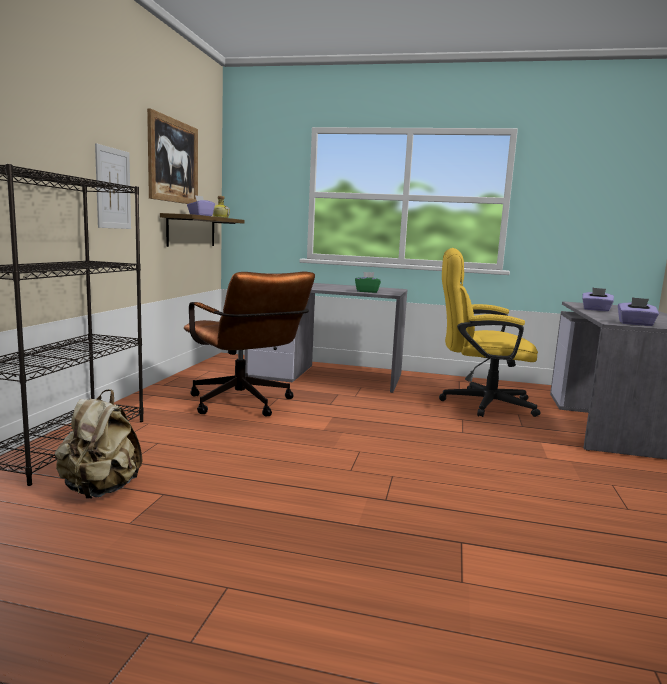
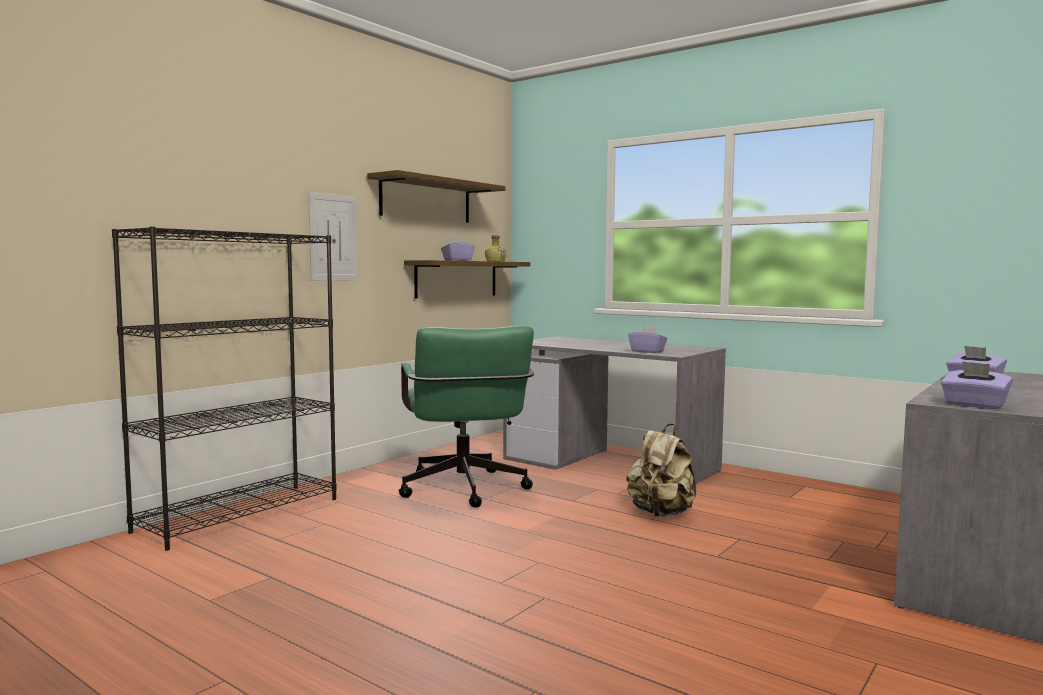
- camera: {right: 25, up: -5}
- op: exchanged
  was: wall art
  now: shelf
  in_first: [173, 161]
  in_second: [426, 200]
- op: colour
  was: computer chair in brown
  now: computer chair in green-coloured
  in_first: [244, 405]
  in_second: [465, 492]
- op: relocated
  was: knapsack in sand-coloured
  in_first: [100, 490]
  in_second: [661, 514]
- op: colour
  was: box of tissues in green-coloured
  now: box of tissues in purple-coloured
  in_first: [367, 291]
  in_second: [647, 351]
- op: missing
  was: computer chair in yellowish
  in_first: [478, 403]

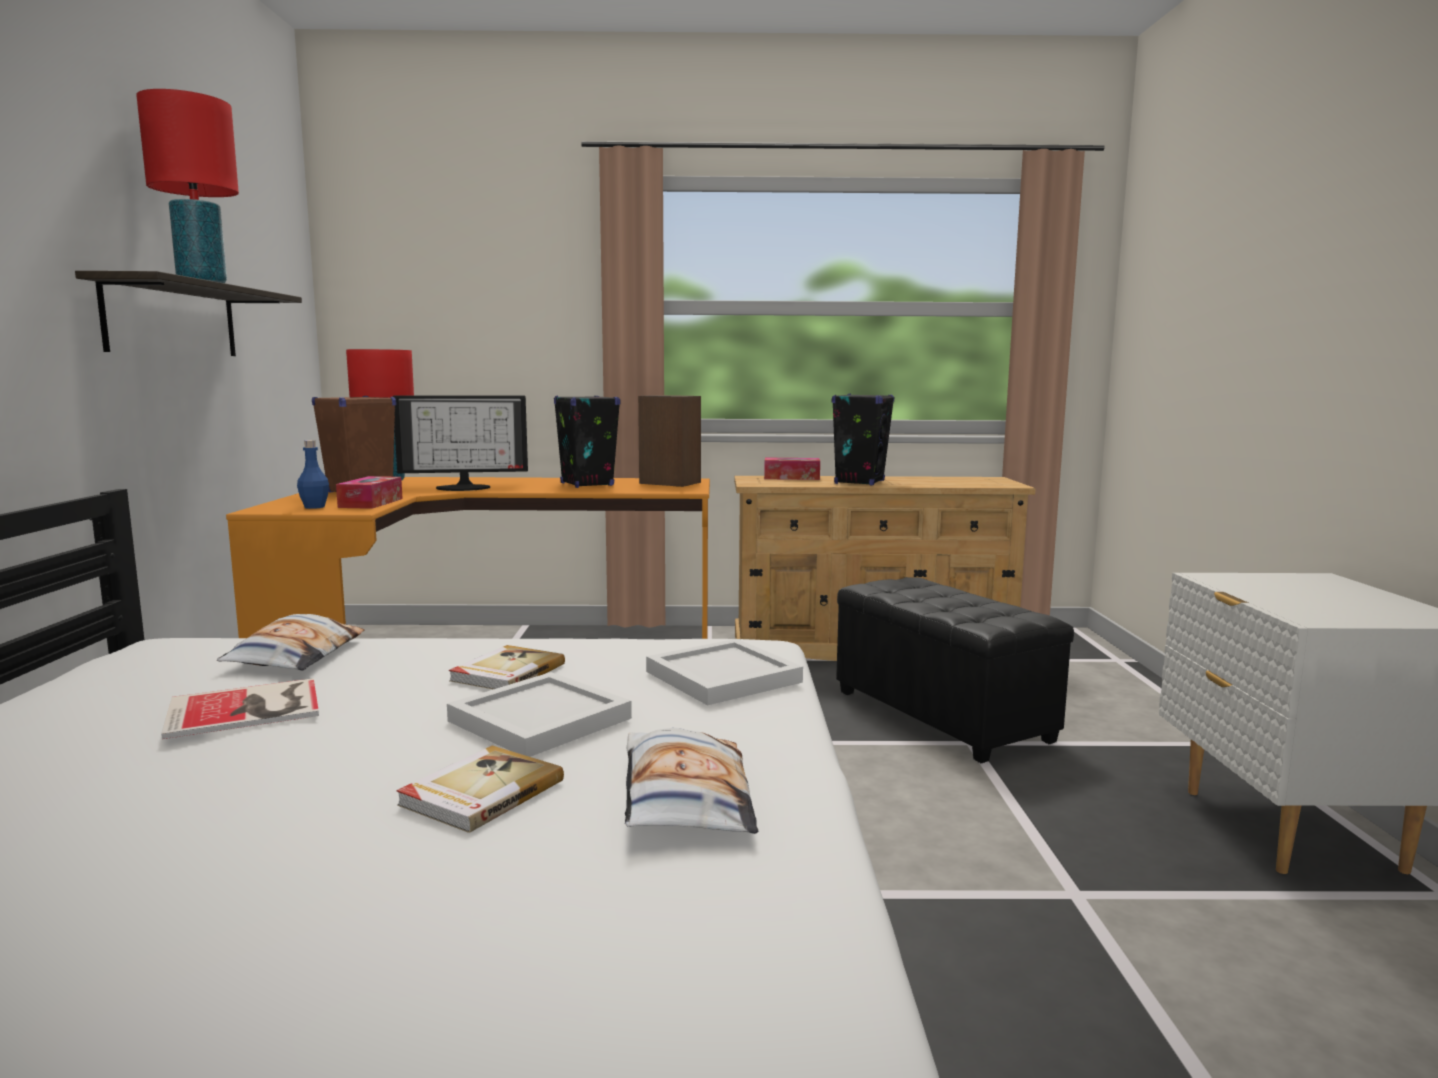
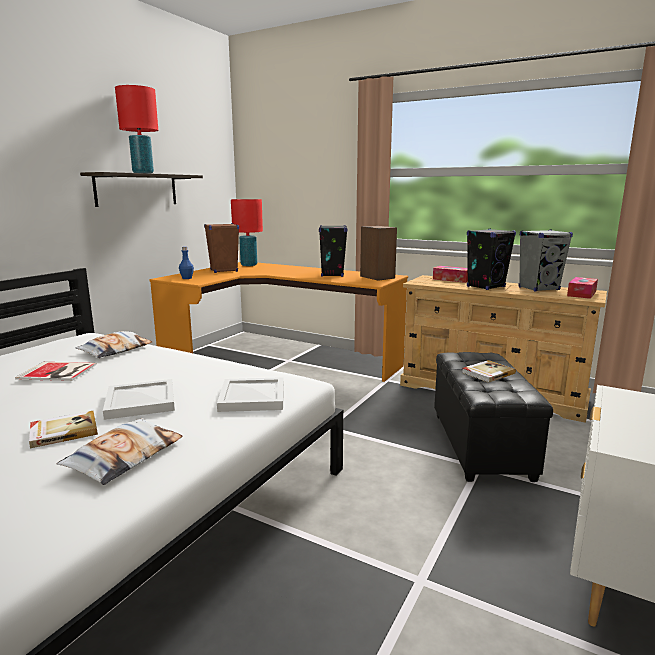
- camera: {right: 30, up: 5}
- op: relocated
  was: bound book
  in_first: [506, 672]
  in_second: [487, 373]
- op: appeared
  now: audio speaker in grey
  in_second: [539, 288]
- op: relocated
  was: box of tissues
  in_first: [371, 503]
  in_second: [581, 294]
- op: missing
  was: computer display
  in_first: [464, 487]

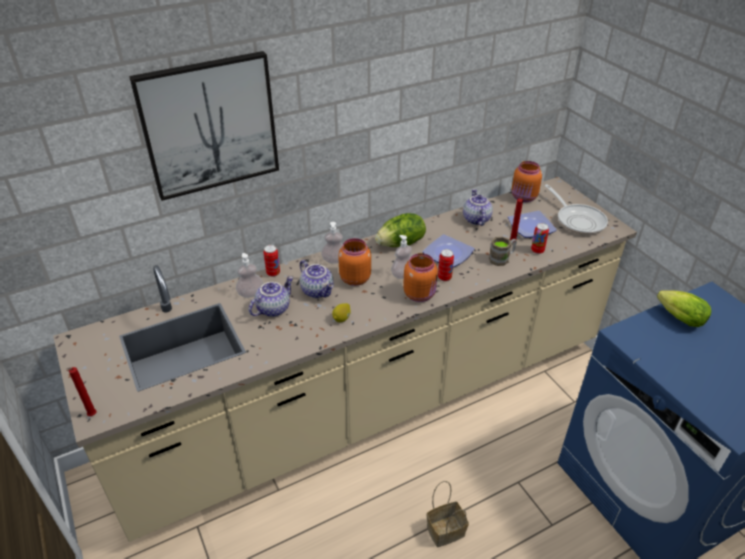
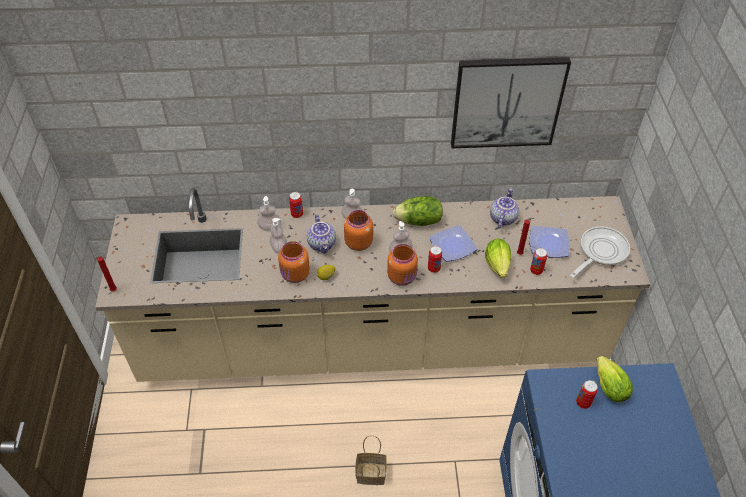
- camera: {right: 25, up: 10}
- op: exchanged
  was: teapot
  now: liquid soap bottle
  in_first: [273, 308]
  in_second: [279, 248]
- op: relocated
  was: storage jar in orange
  in_first: [524, 198]
  in_second: [295, 275]
- op: relocated
  was: wall art
  in_first: [209, 125]
  in_second: [507, 102]
- op: exchanged
  was: coffee mug in brown
  now: head of lettuce
  in_first: [502, 258]
  in_second: [498, 267]
- op: spun
  was: frying pan
  in_first: [578, 220]
  in_second: [600, 252]
  clockwise: -135
- op: appeared
  now: can
  in_second: [583, 402]

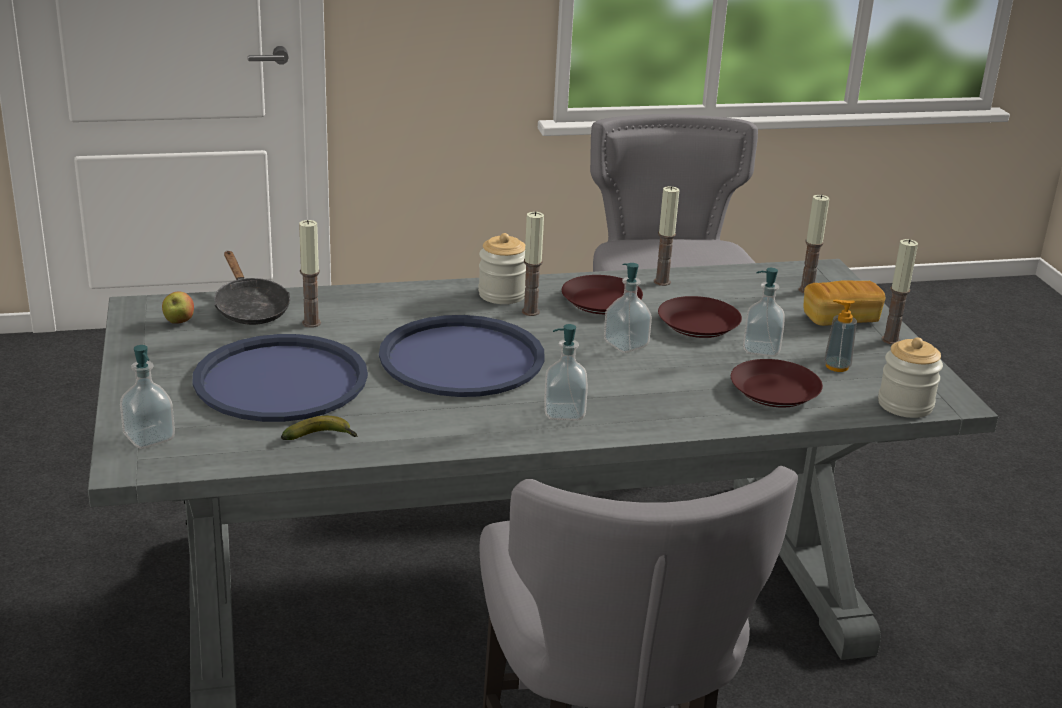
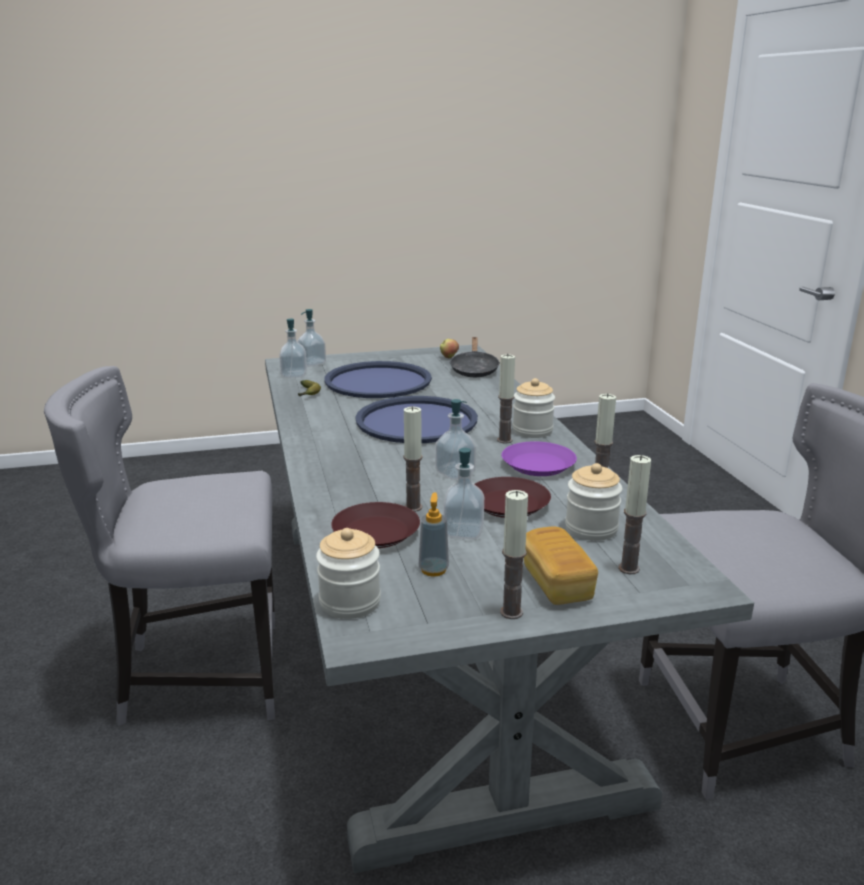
- camera: {right: 90, up: -5}
- op: relocated
  was: liquid soap bottle
  in_first: [564, 412]
  in_second: [294, 375]
- op: relocated
  was: wax candle
  in_first: [311, 323]
  in_second: [413, 507]
- op: spun
  was: frying pan in black
  in_first: [250, 308]
  in_second: [474, 369]
  clockwise: -60
- op: colour
  was: dinner plate in brown
  now: dinner plate in purple-coloured
  in_first: [600, 301]
  in_second: [538, 464]
- op: appeared
  now: storage jar
  in_second: [591, 529]

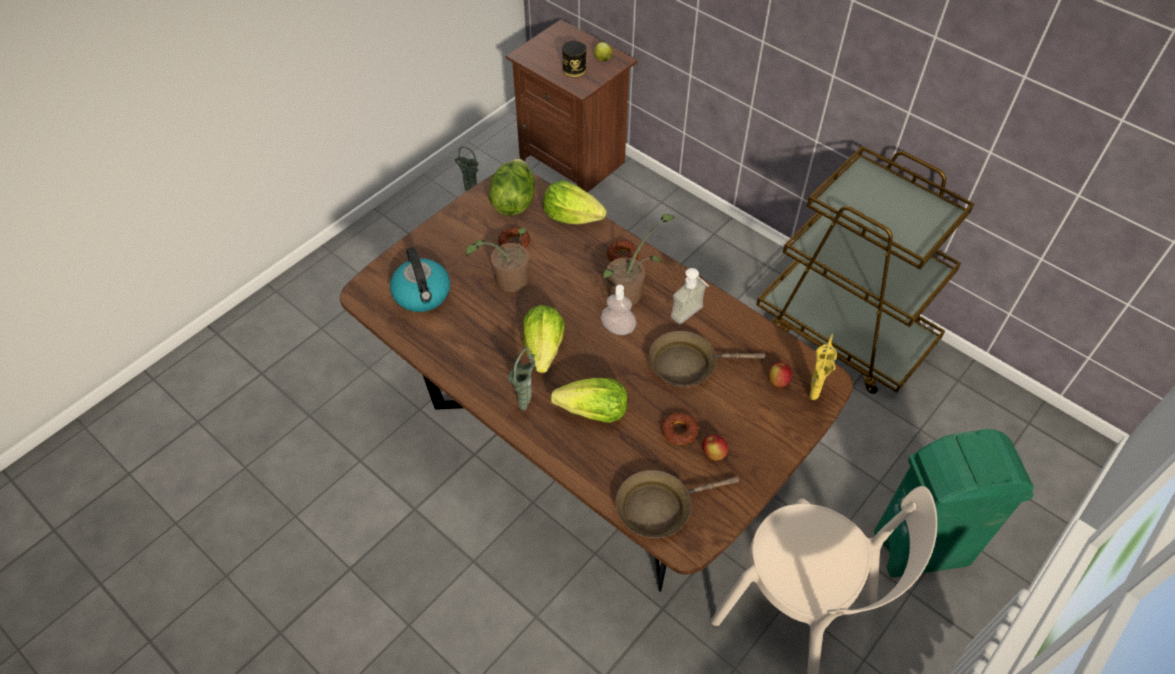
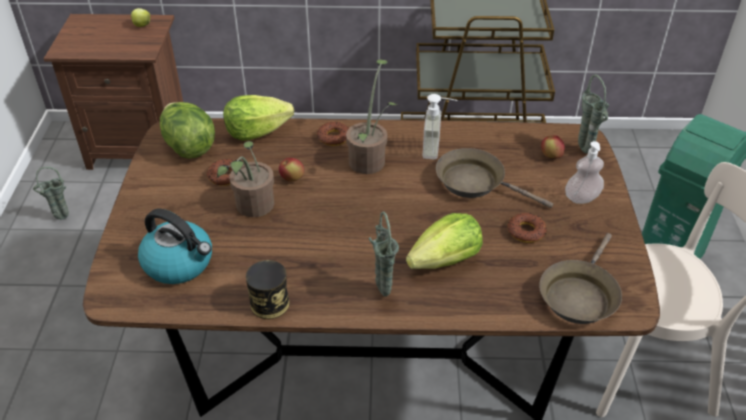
- camera: {right: -40, up: -10}
- op: relocated
  was: can
  in_first: [574, 70]
  in_second: [269, 303]
- op: relocated
  was: whole apple
  in_first: [713, 454]
  in_second: [292, 179]
- op: spun
  was: frying pan in brown
  in_first: [688, 364]
  in_second: [475, 183]
  clockwise: 75
- op: relocated
  was: liquid soap bottle
  in_first: [618, 328]
  in_second: [581, 198]
- op: colour
  was: flower vase in yellowish
  now: flower vase in green-coloured
  in_first: [812, 397]
  in_second: [585, 152]
- op: missing
  was: head of lettuce
  in_first: [544, 349]

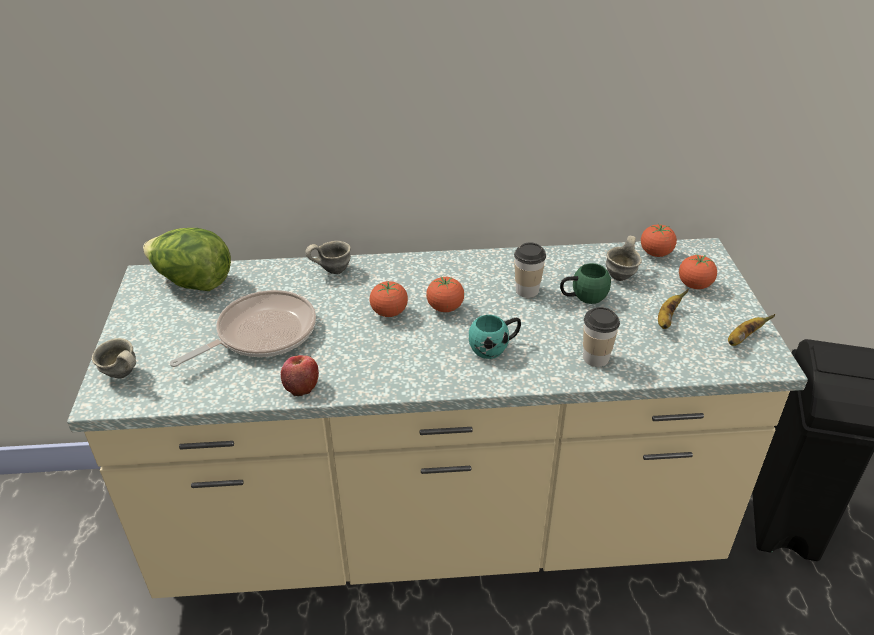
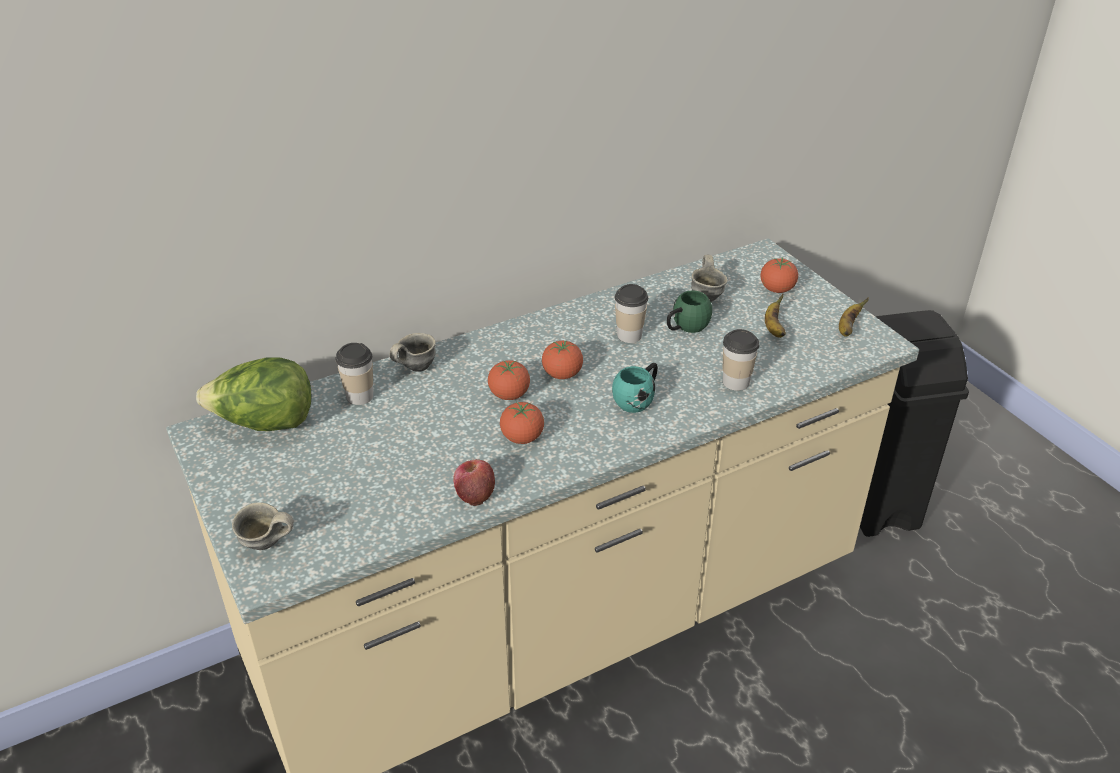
- camera: {right: -25, up: 0}
- op: appeared
  now: small cup
  in_second: [359, 396]
- op: relocated
  was: fresh tomato
  in_first: [655, 253]
  in_second: [522, 438]
- op: missing
  was: frying pan
  in_first: [261, 334]

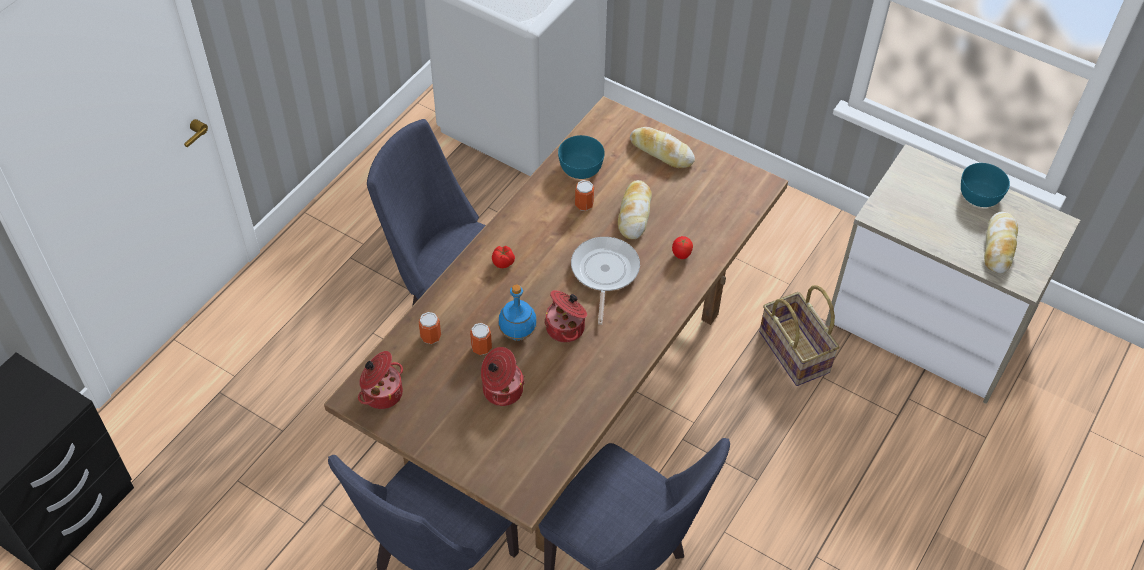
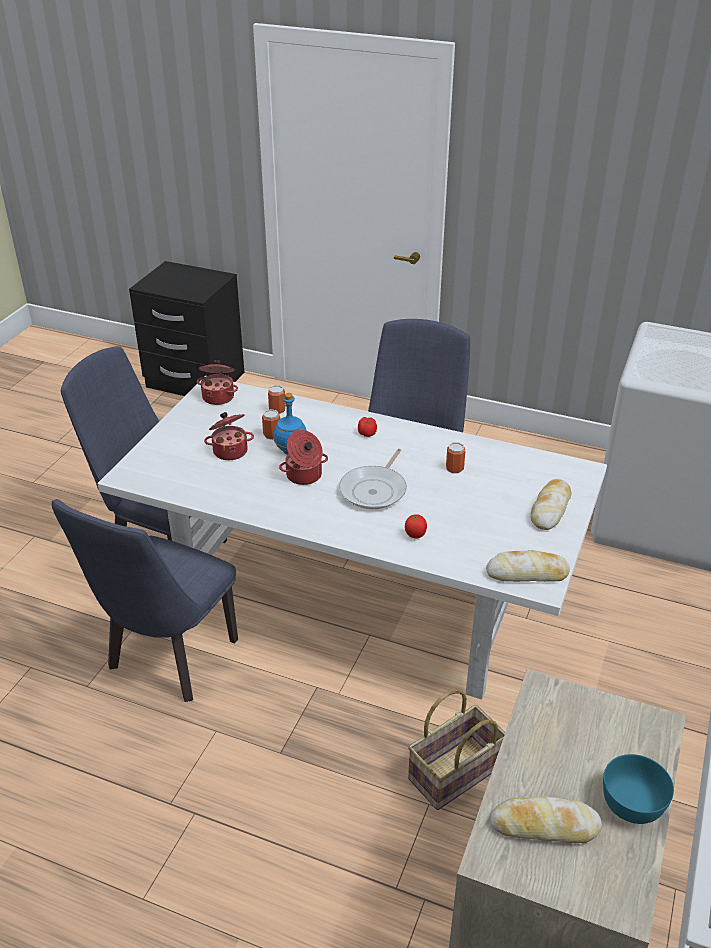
- camera: {right: 80, up: -15}
- op: colour
  was: dining table in brown
  now: dining table in white
  in_first: [570, 385]
  in_second: [357, 599]
- op: spun
  was: frying pan
  in_first: [604, 273]
  in_second: [375, 490]
  clockwise: 120
- op: relocated
  was: bread
  in_first: [634, 213]
  in_second: [527, 573]
- op: missing
  was: deep dish in turquoise
  in_first: [580, 167]

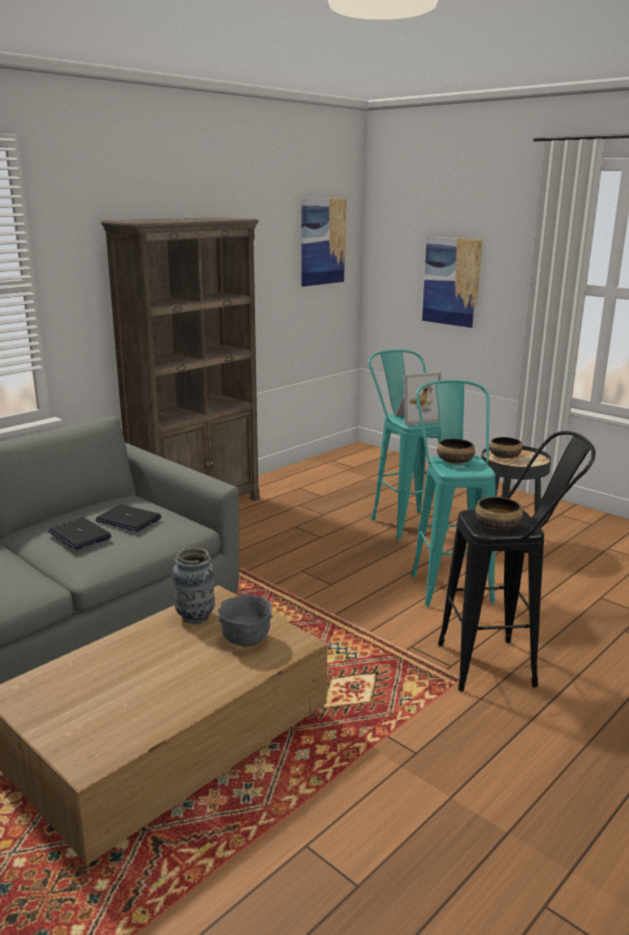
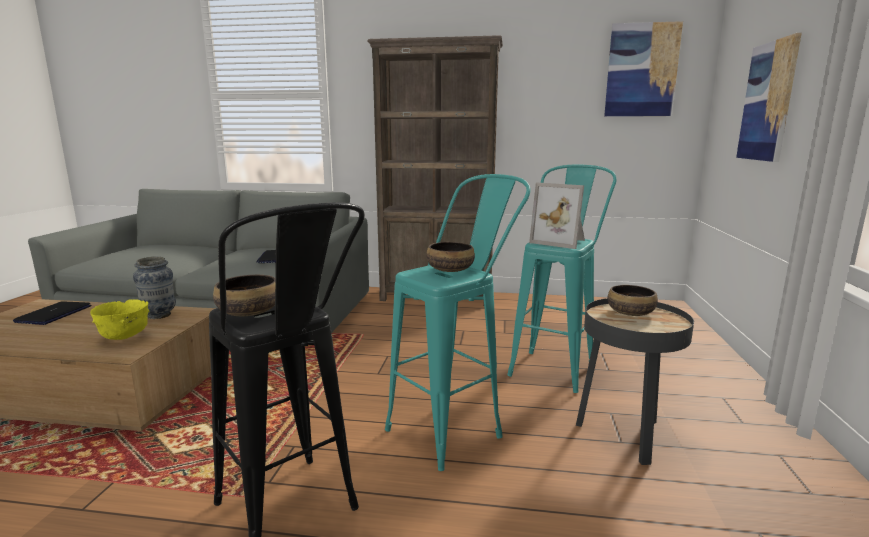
- camera: {right: 55, up: -5}
- op: relocated
  was: portable computer
  in_first: [79, 535]
  in_second: [54, 314]
- op: colour
  was: deep dish in grey
  now: deep dish in yellowish
  in_first: [246, 640]
  in_second: [124, 337]

